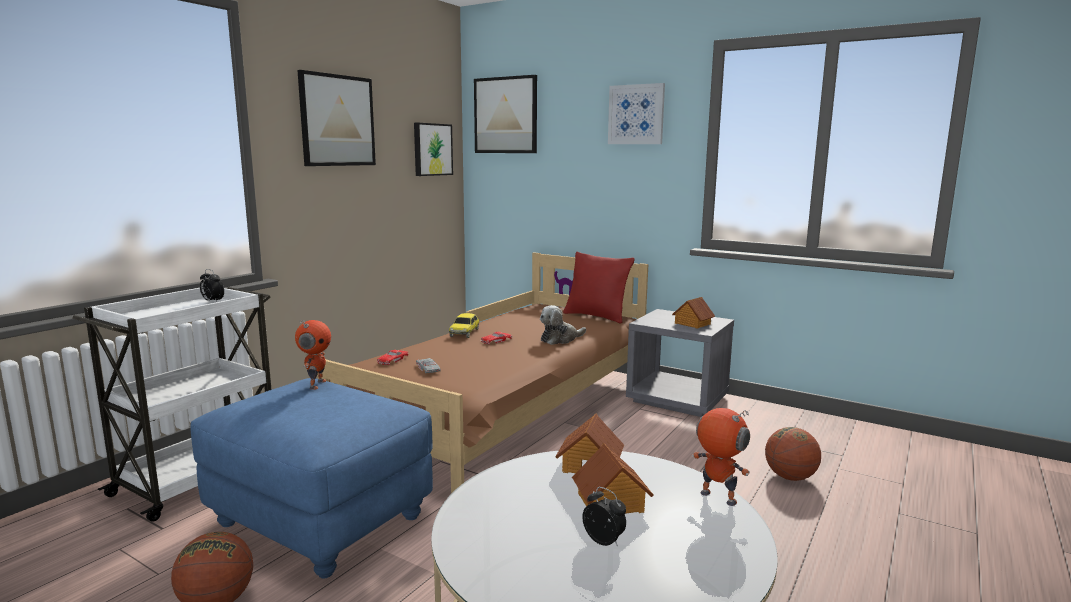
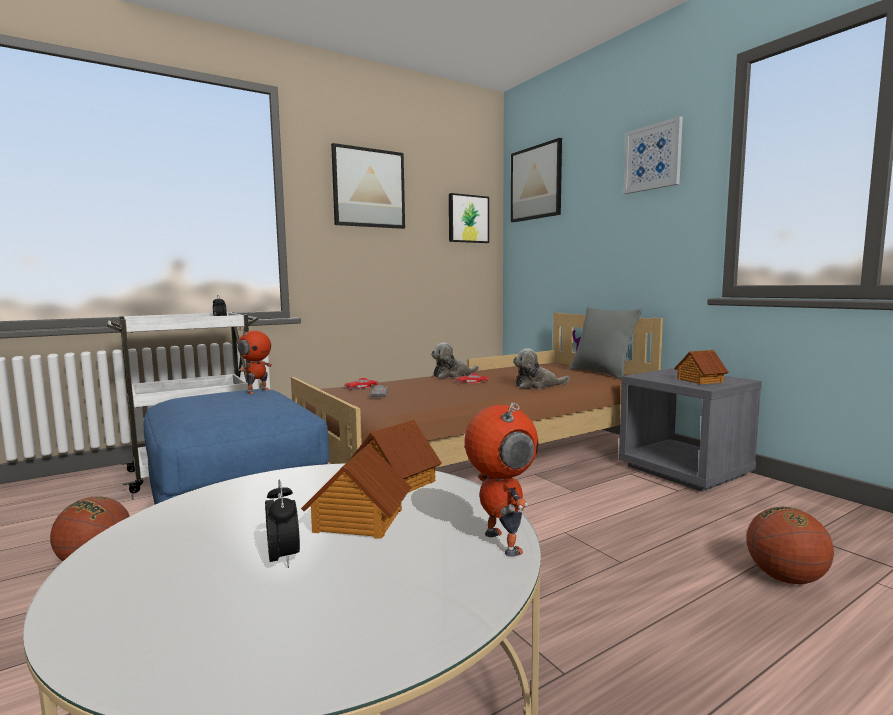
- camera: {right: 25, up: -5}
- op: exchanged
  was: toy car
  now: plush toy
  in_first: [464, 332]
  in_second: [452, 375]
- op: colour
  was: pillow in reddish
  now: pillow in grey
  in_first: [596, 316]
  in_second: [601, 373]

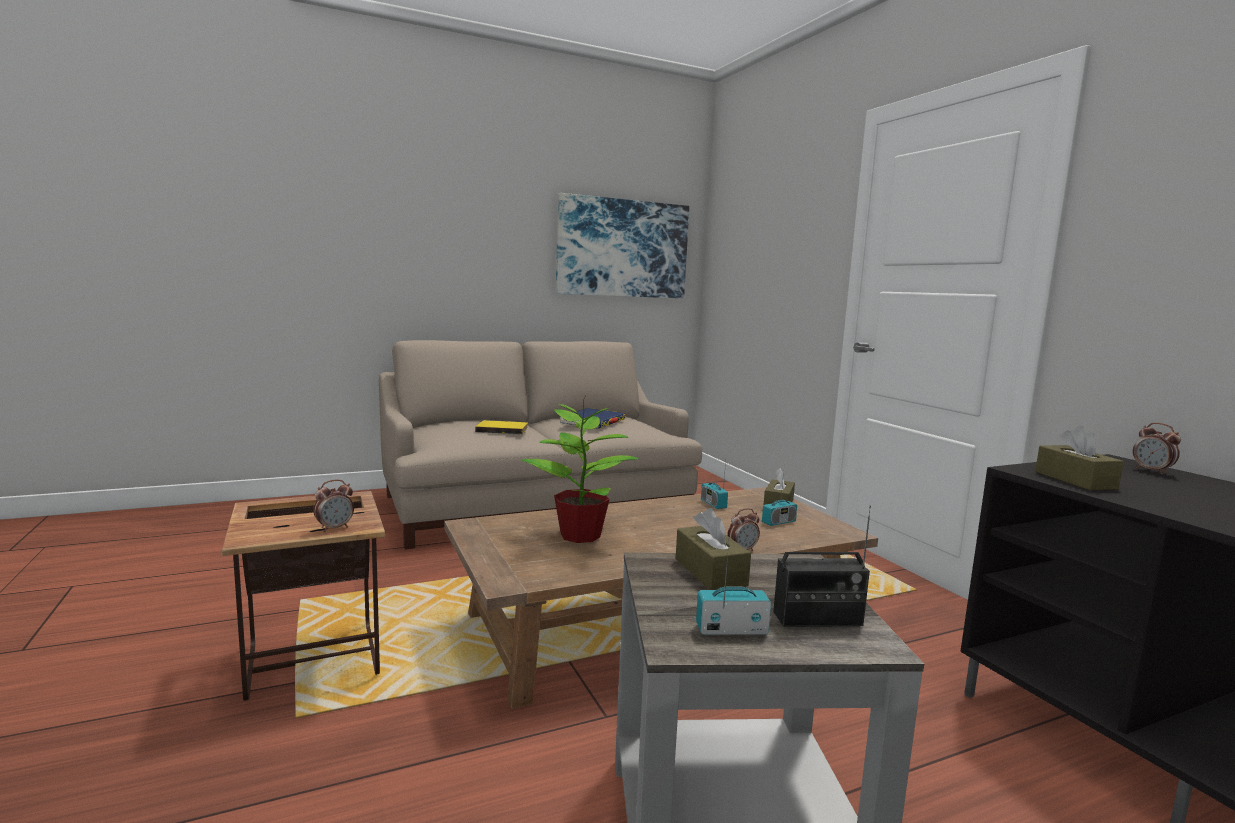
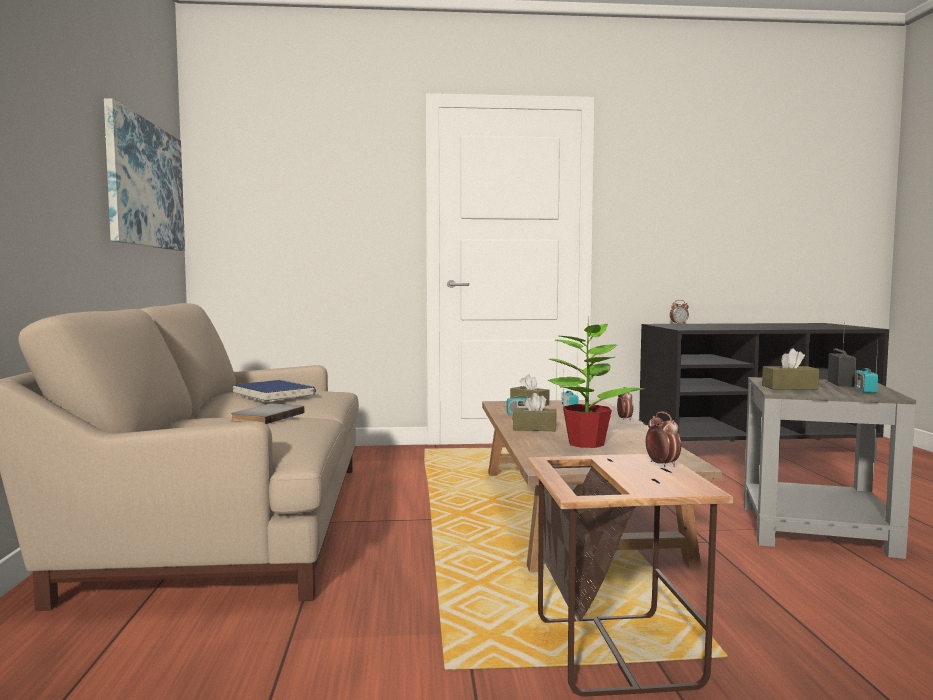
- camera: {right: -70, up: -5}
- op: colour
  was: bound book in yellowish
  now: bound book in grey
  in_first: [502, 429]
  in_second: [266, 417]
- op: relocated
  was: box of tissues in brown
  in_first: [1075, 480]
  in_second: [534, 428]

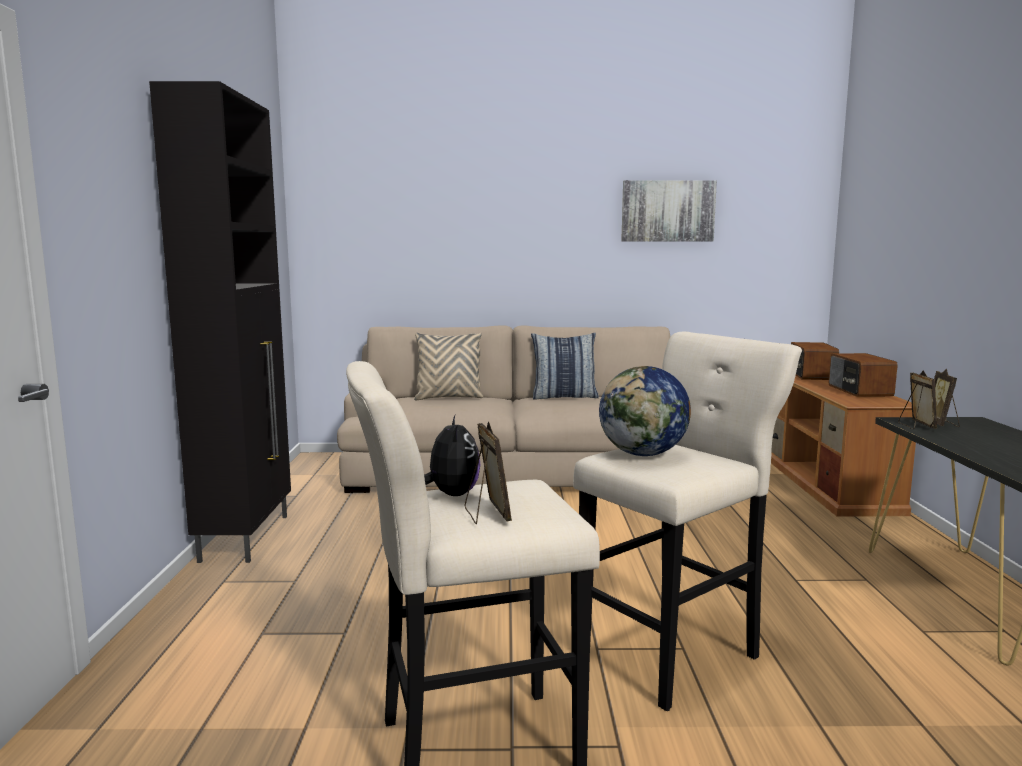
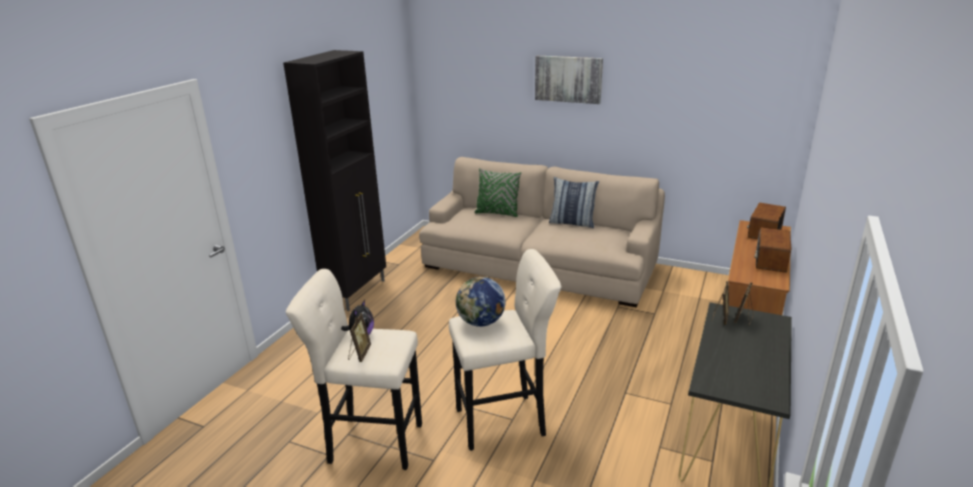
- camera: {right: 25, up: 15}
- op: colour
  was: pillow in sand-coloured
  now: pillow in green-coloured
  in_first: [448, 398]
  in_second: [497, 213]
- op: relocated
  was: wall art
  in_first: [667, 211]
  in_second: [568, 79]

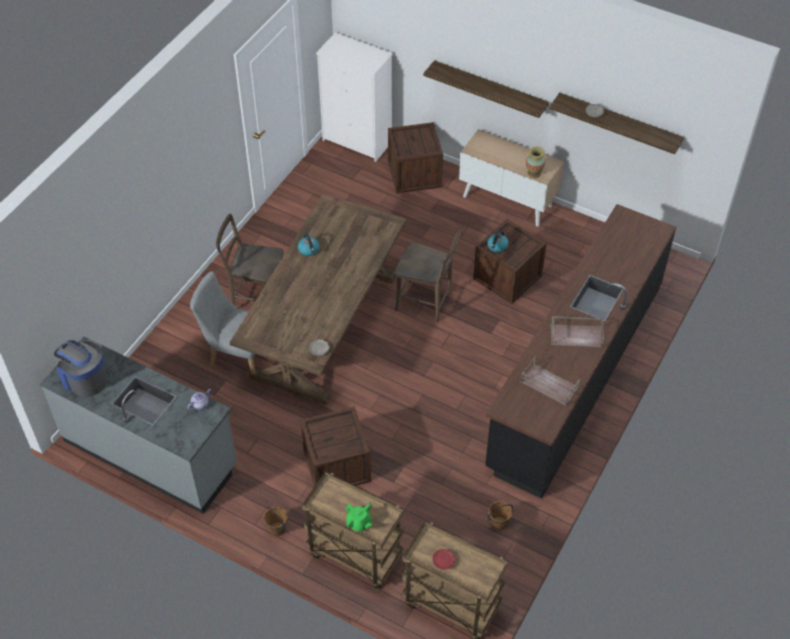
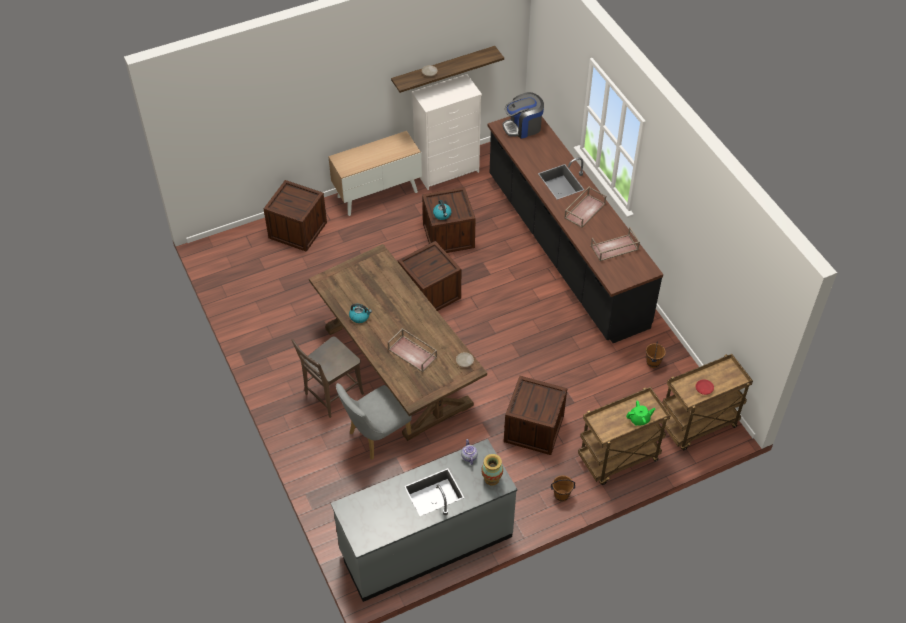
- camera: {right: -55, up: 0}
- op: appeared
  now: carrying tray in brown
  in_second: [413, 353]
- op: exchanged
  was: plain chair in brown
  now: shipping crate
  in_first: [426, 302]
  in_second: [430, 294]
- op: relocated
  was: chest of drawers in white
  in_first: [357, 142]
  in_second: [447, 171]
- op: relocated
  was: flower vase
  in_first: [534, 173]
  in_second: [491, 479]
- op: relocated
  was: coffee machine
  in_first: [84, 379]
  in_second: [523, 127]
- op: missing
  was: shelf
  in_first: [490, 89]

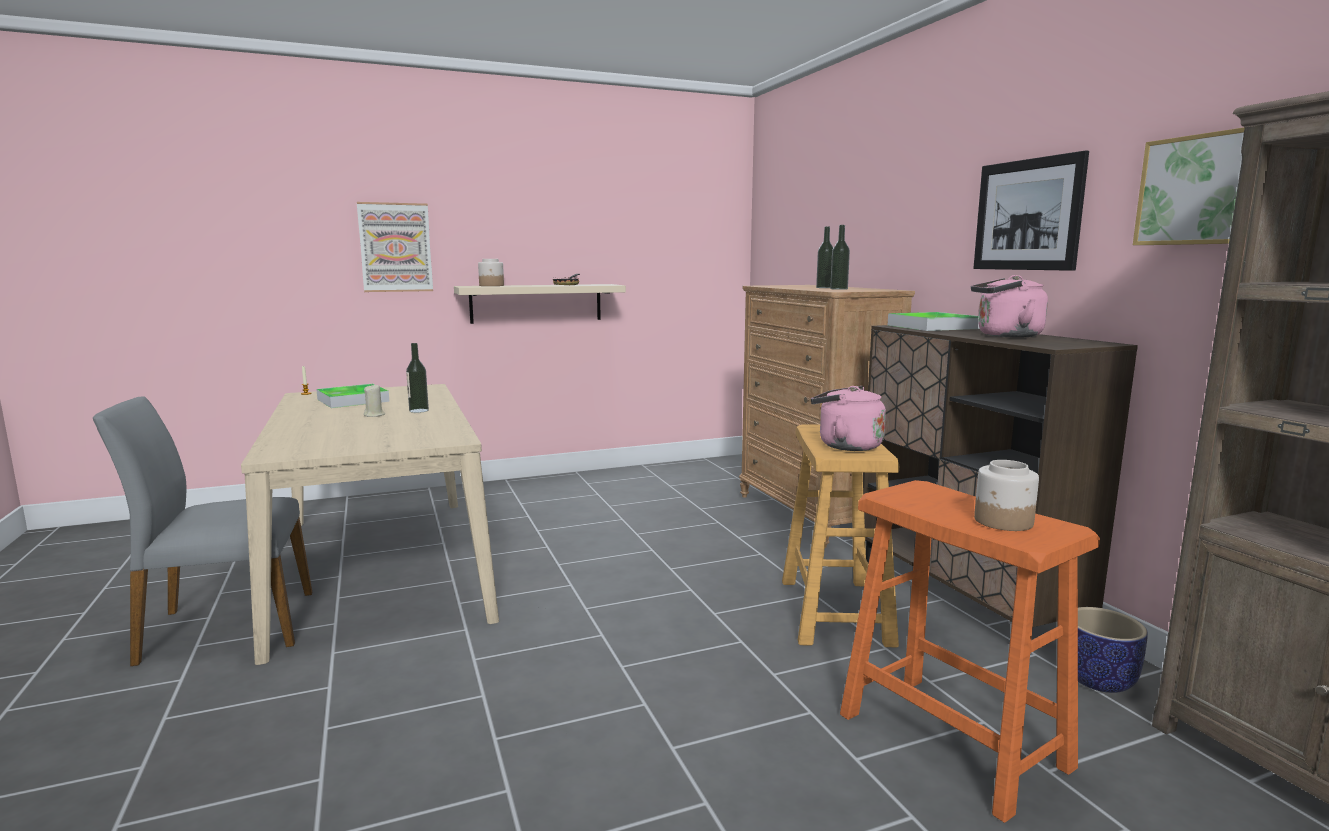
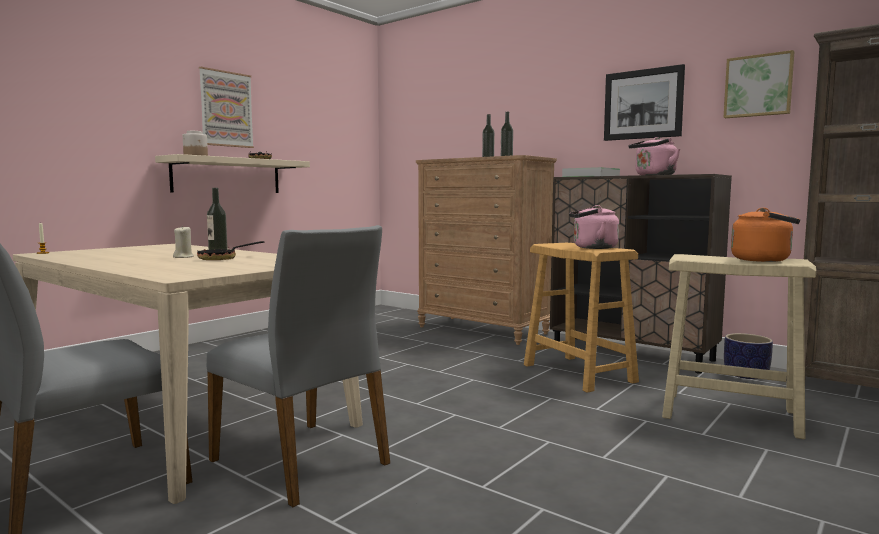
- camera: {right: -30, up: -5}
- op: appeared
  now: frying pan
  in_second: [223, 258]
- op: relocated
  was: wall art
  in_first: [395, 247]
  in_second: [226, 109]
- op: appeared
  now: plain chair in grey
  in_second: [302, 461]
- op: colour
  was: stool seat in orange
  now: stool seat in sand-coloured
  in_first: [953, 741]
  in_second: [730, 414]
- op: exchanged
  was: storage jar
  now: kettle in orange
  in_first: [1003, 522]
  in_second: [764, 260]
- op: missing
  was: carrying tray
  in_first: [353, 400]

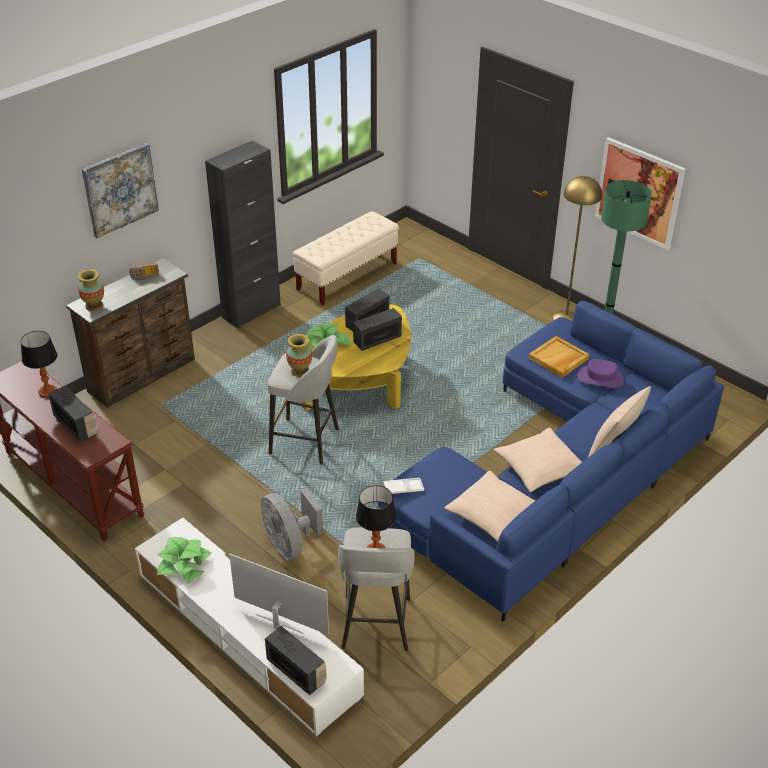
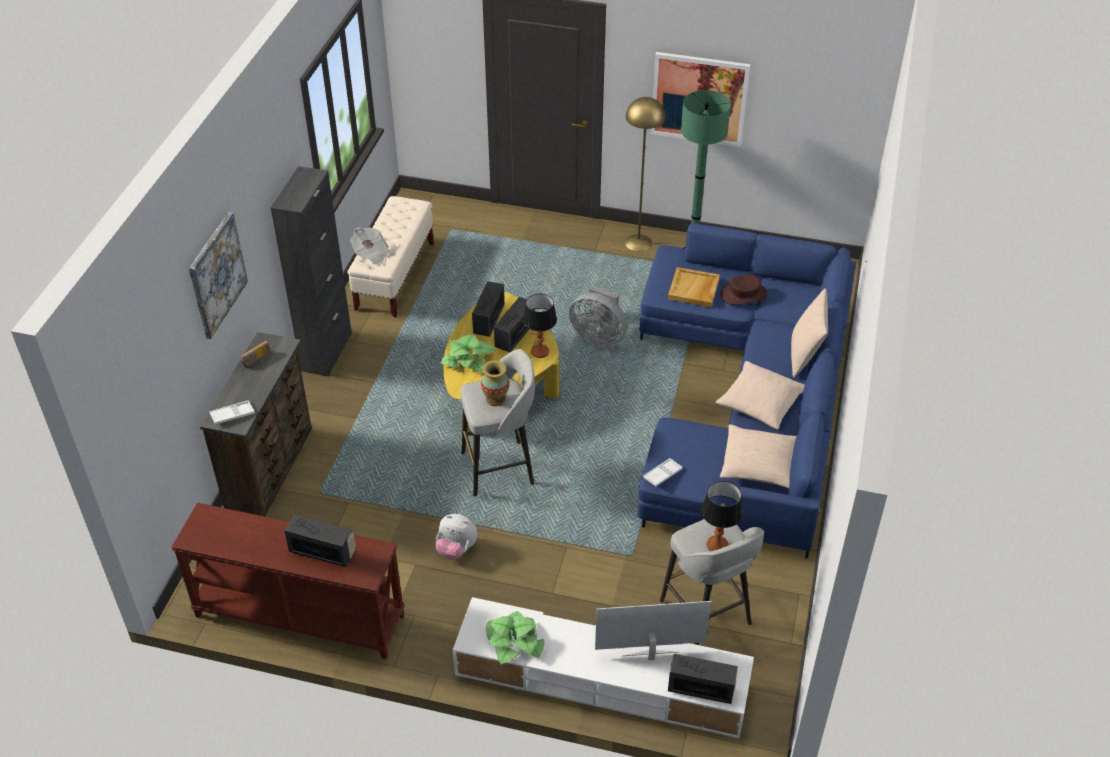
- camera: {right: -30, up: 5}
- op: exchanged
  was: flower vase
  now: carrying tray in white
  in_first: [94, 306]
  in_second: [232, 415]
- op: appeared
  now: newspaper
  in_second: [371, 254]
- op: appeared
  now: plush toy
  in_second: [456, 549]
- op: relocated
  was: table lamp
  in_first: [47, 392]
  in_second: [540, 352]
- op: relocated
  was: electric fan in grey
  in_first: [290, 544]
  in_second: [599, 337]
- op: colour
  was: hat in purple-coloured
  now: hat in brown
  in_first: [600, 378]
  in_second: [743, 294]

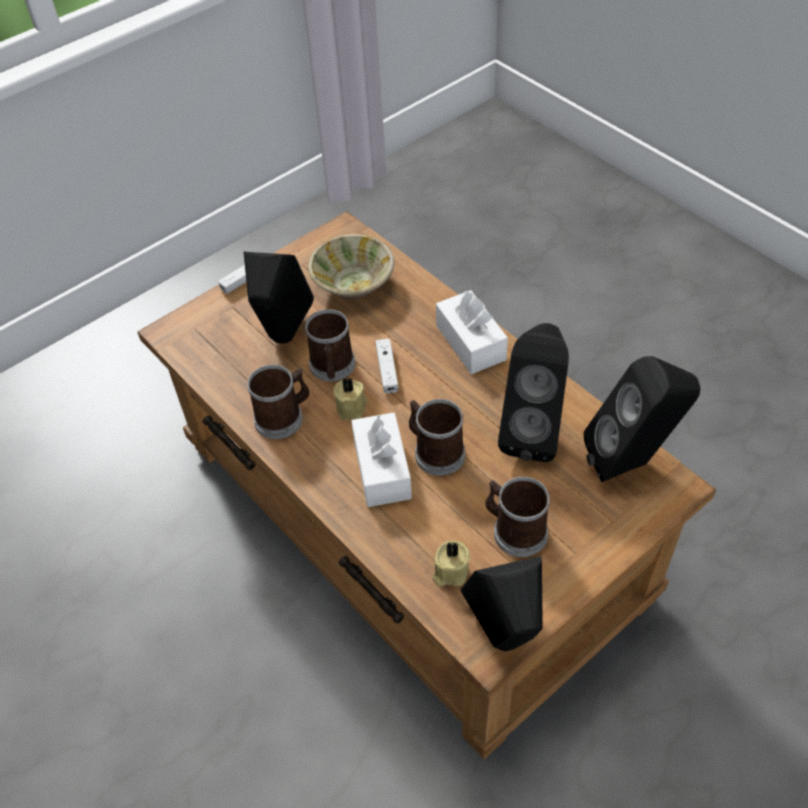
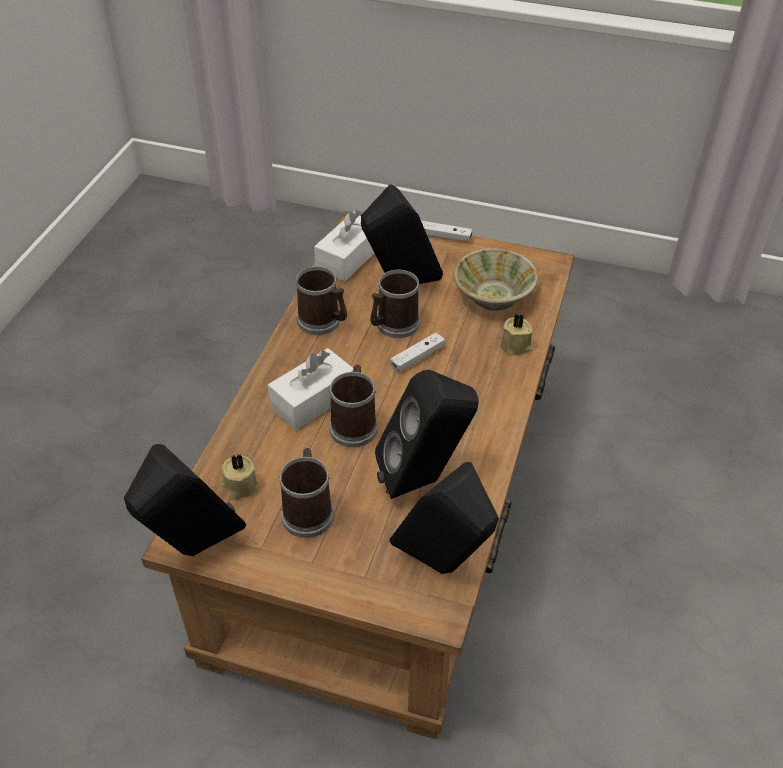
- camera: {right: 55, up: -5}
- op: relocated
  was: box of tissues in white
  in_first: [470, 343]
  in_second: [348, 258]
- op: relocated
  was: wax candle in sand-coloured
  in_first: [352, 407]
  in_second: [516, 346]

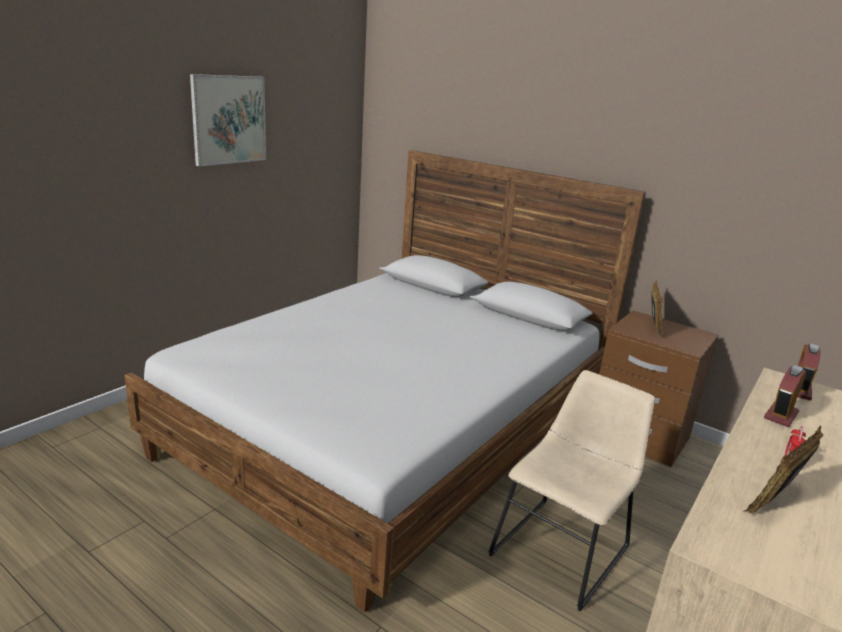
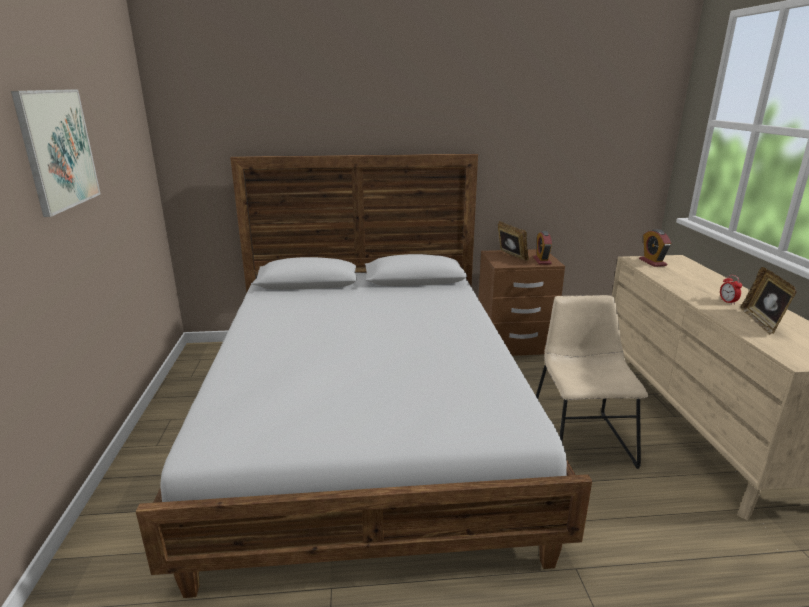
- camera: {right: -40, up: 0}
- op: relocated
  was: alarm clock
  in_first: [781, 415]
  in_second: [542, 261]

